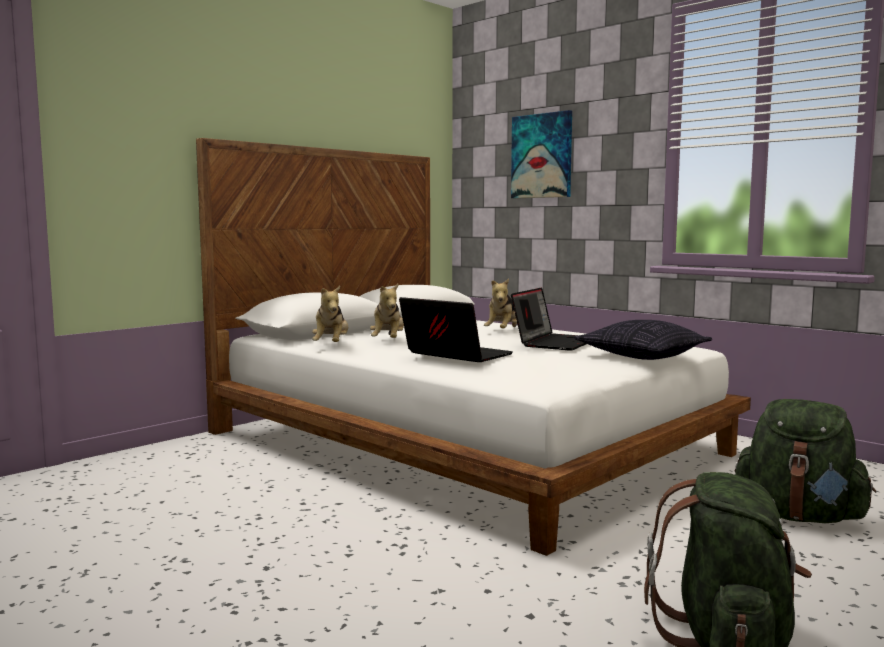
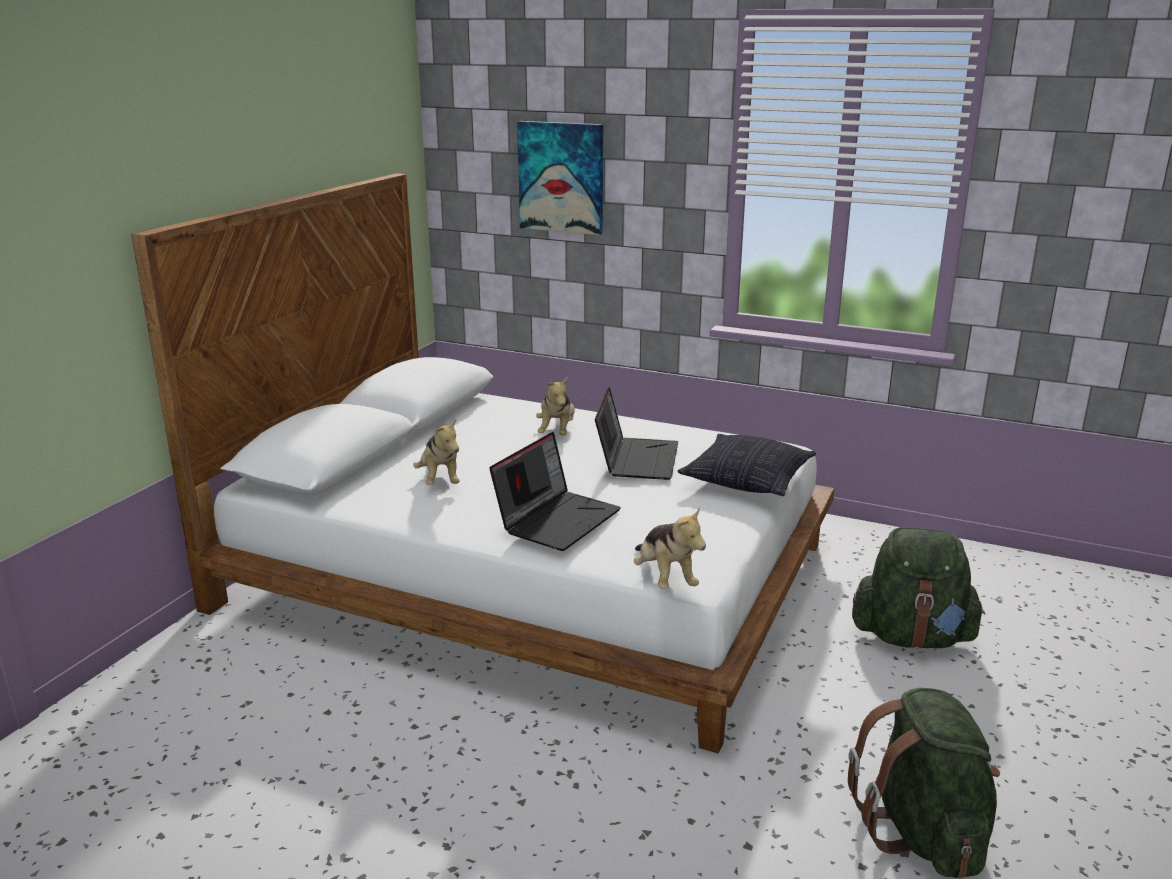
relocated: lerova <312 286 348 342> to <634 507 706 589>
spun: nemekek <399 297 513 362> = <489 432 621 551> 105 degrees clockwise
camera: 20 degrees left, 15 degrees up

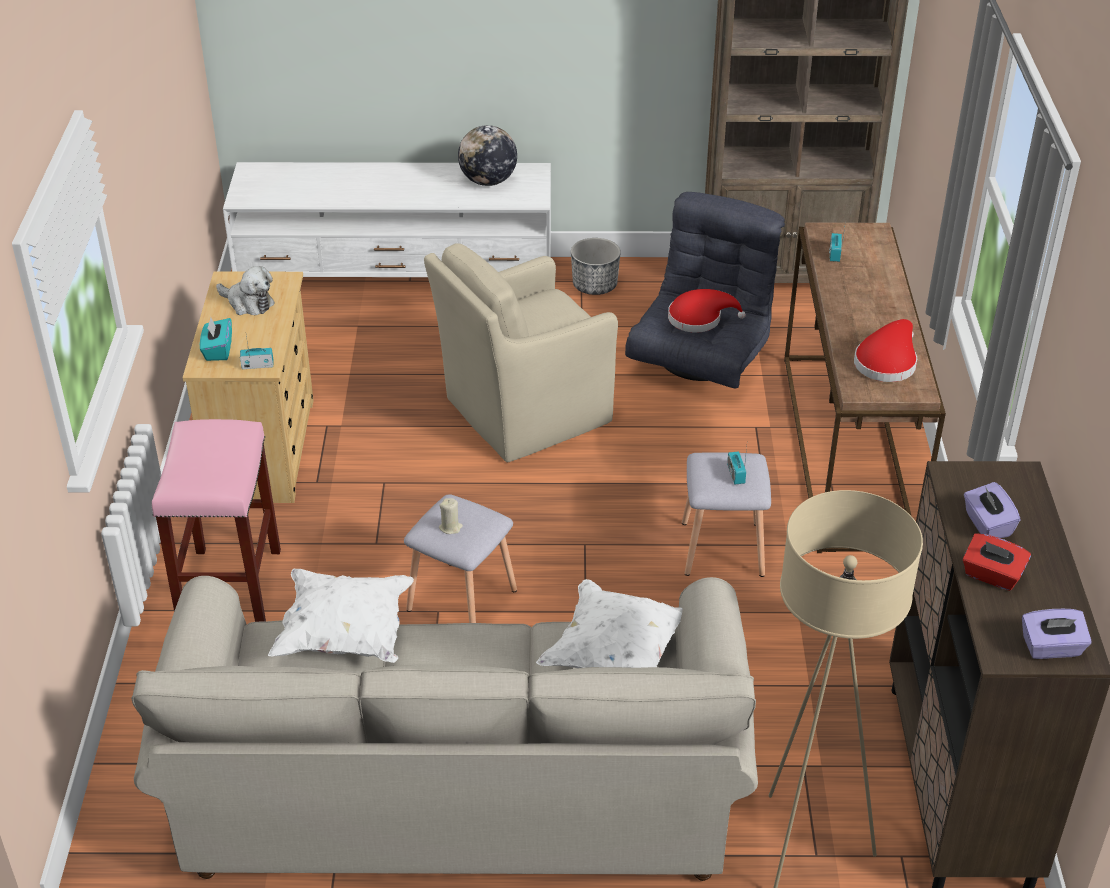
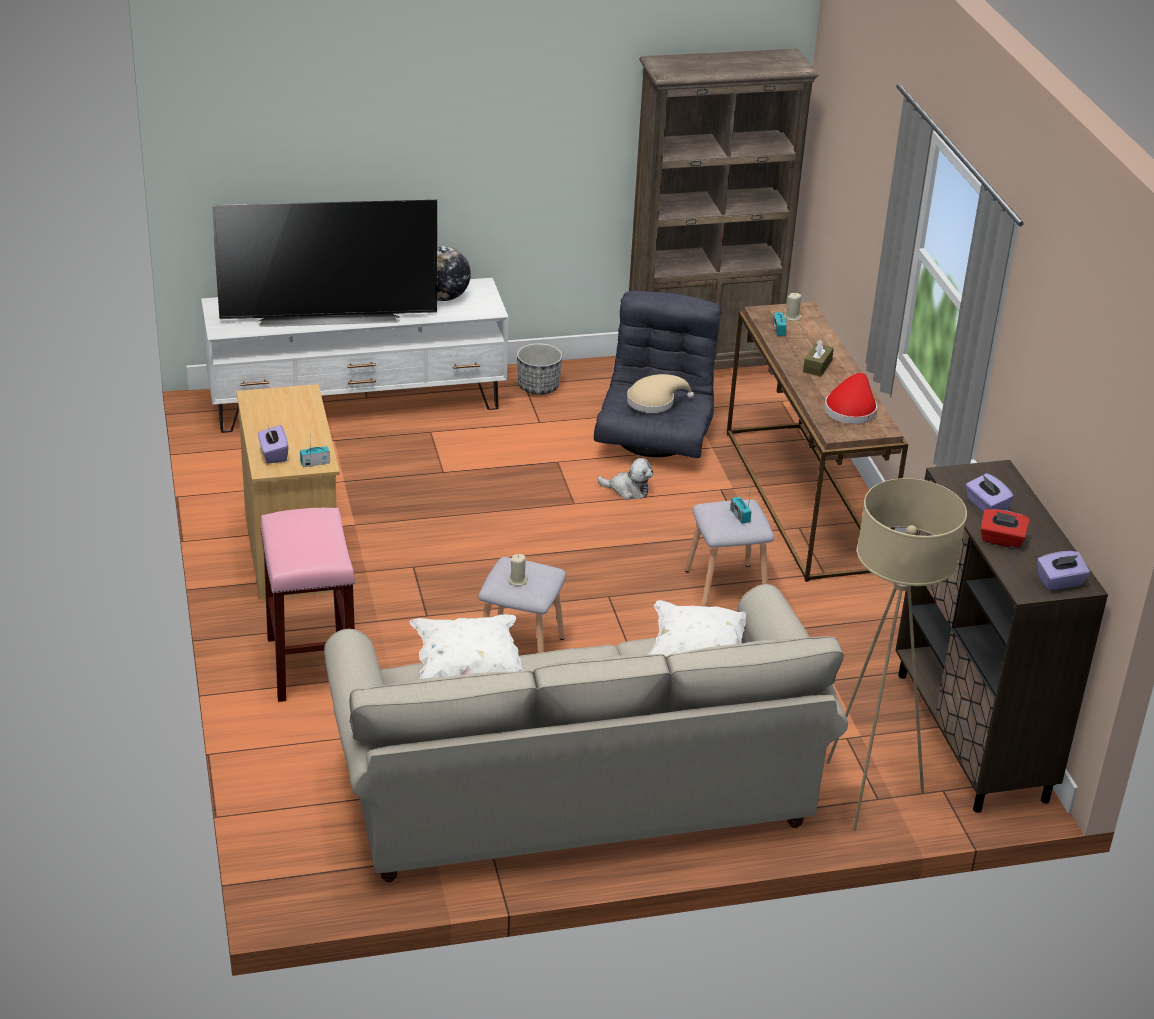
missing: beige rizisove <424 243 618 462>
appeared: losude <212 200 437 327>; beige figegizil <784 293 802 321>; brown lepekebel <803 339 834 377>
relocated: lerova <216 266 275 315> to <597 458 653 500>
colour: turquoise lepekebel <200 317 232 361> to purple lepekebel <258 424 288 464>; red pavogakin <668 289 746 333> to beige pavogakin <627 374 694 413>
camera: 15 degrees left, 5 degrees down

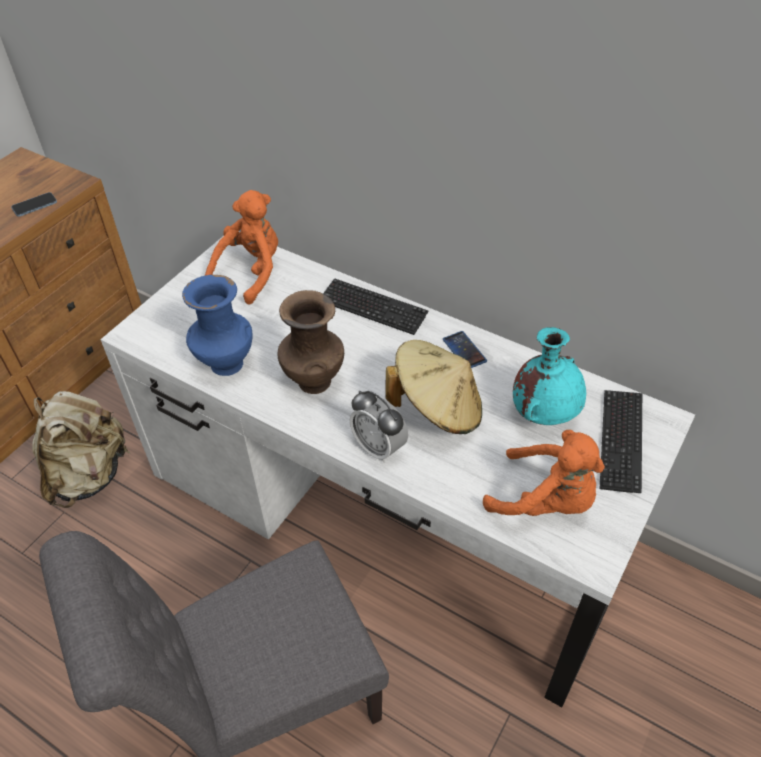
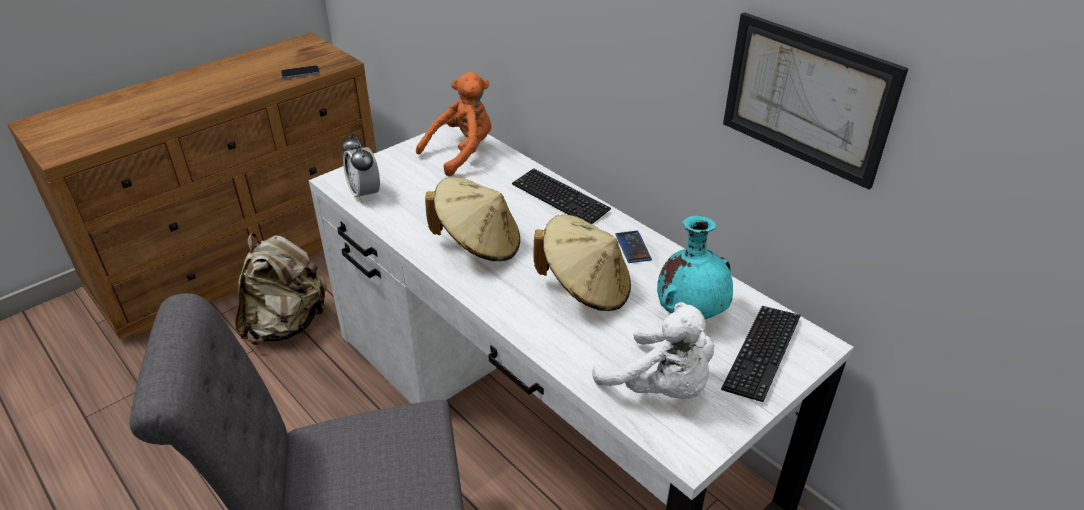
missing: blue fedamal <182 275 252 376>
appeared: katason <723 12 909 190>
relocated: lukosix <350 391 408 463> to <342 134 380 203>
exchanged: brown fedamal <277 290 344 394> to beige pavogakin <425 177 520 261>
colour: orange lerova <483 430 605 516> to white lerova <592 302 714 399>
camera: 15 degrees right, 10 degrees down

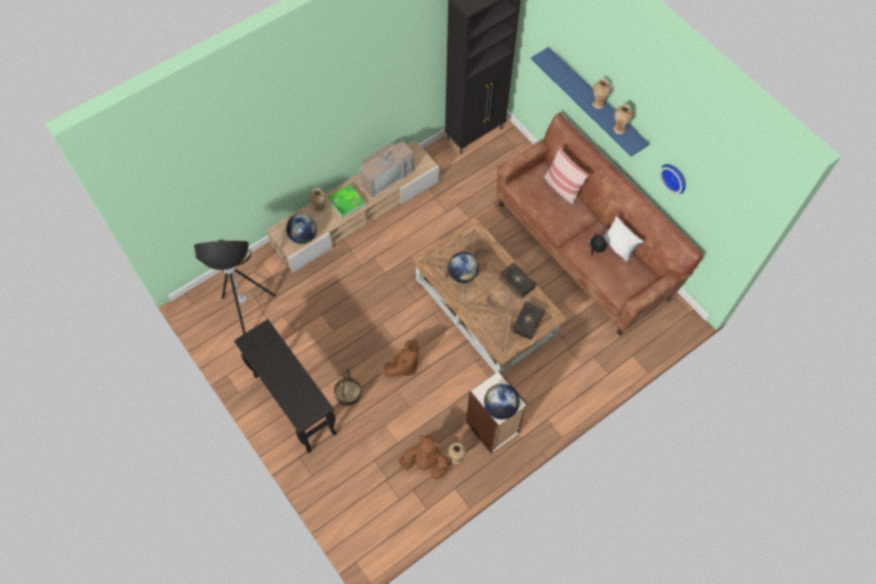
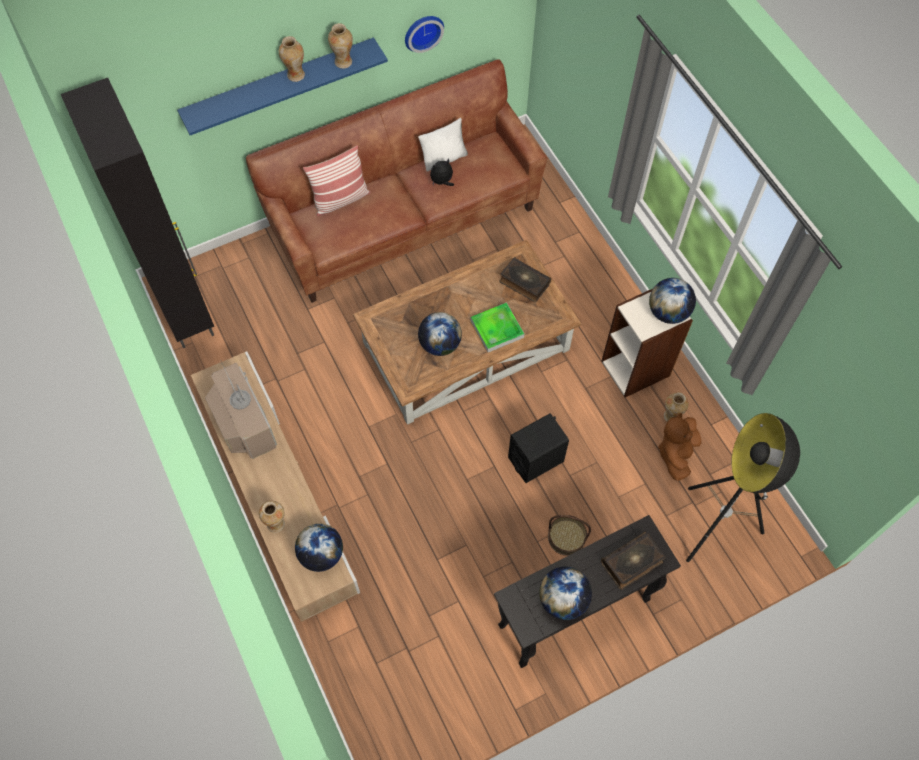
appeared: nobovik <539 567 592 620>
relocated: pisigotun <194 240 276 334> to <686 413 800 562>; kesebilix <327 184 366 219> to <471 302 524 352>; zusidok <499 263 537 299> to <601 532 666 590>
exchanged: brown lerova <384 339 419 377> to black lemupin <508 413 569 483>
camera: 80 degrees left, 0 degrees up

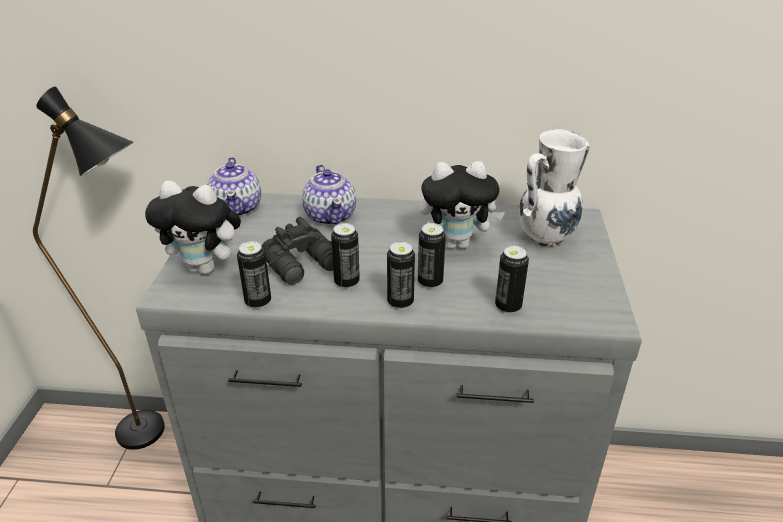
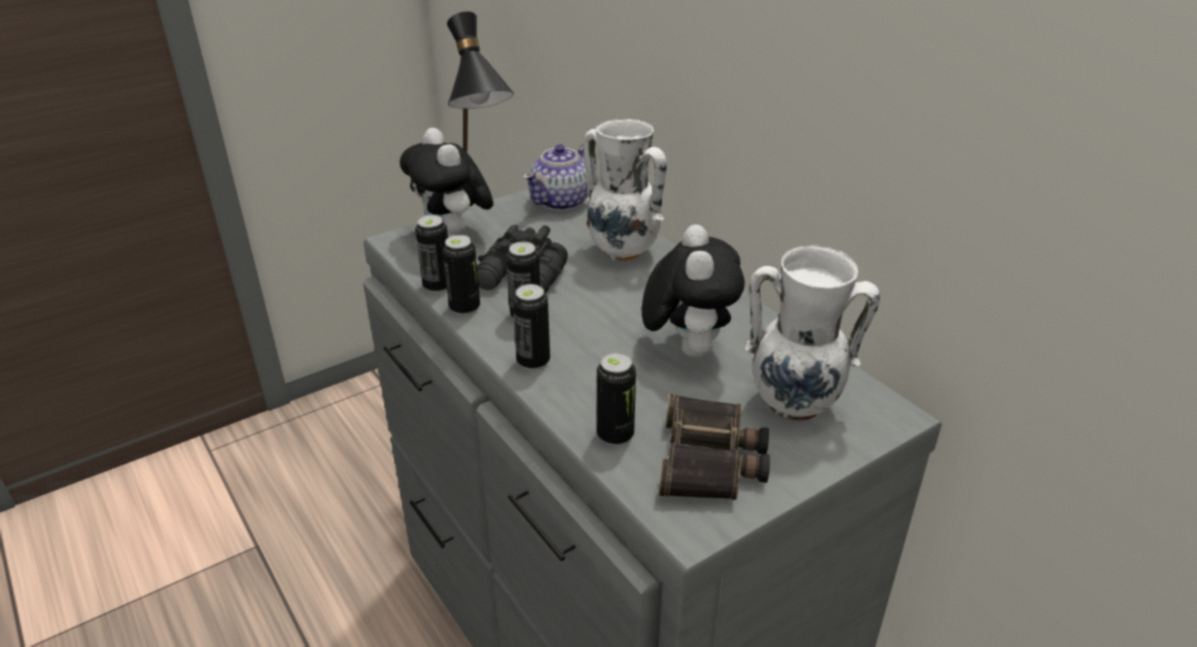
appeared: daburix <659 394 770 500>
relocated: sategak <418 223 446 289> to <443 235 480 315>
exchanged: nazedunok <302 165 356 225> to white fedamal <583 119 667 261>
spun: lerova <420 161 505 249> = <641 224 745 358> 135 degrees counterclockwise
camera: 50 degrees right, 0 degrees up

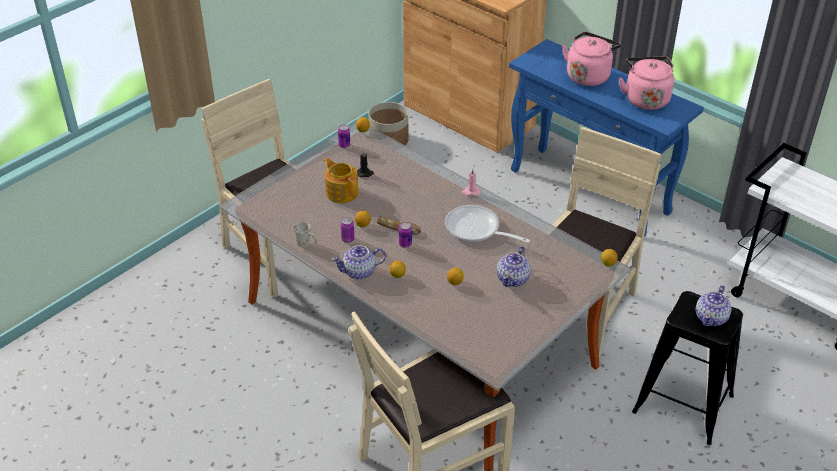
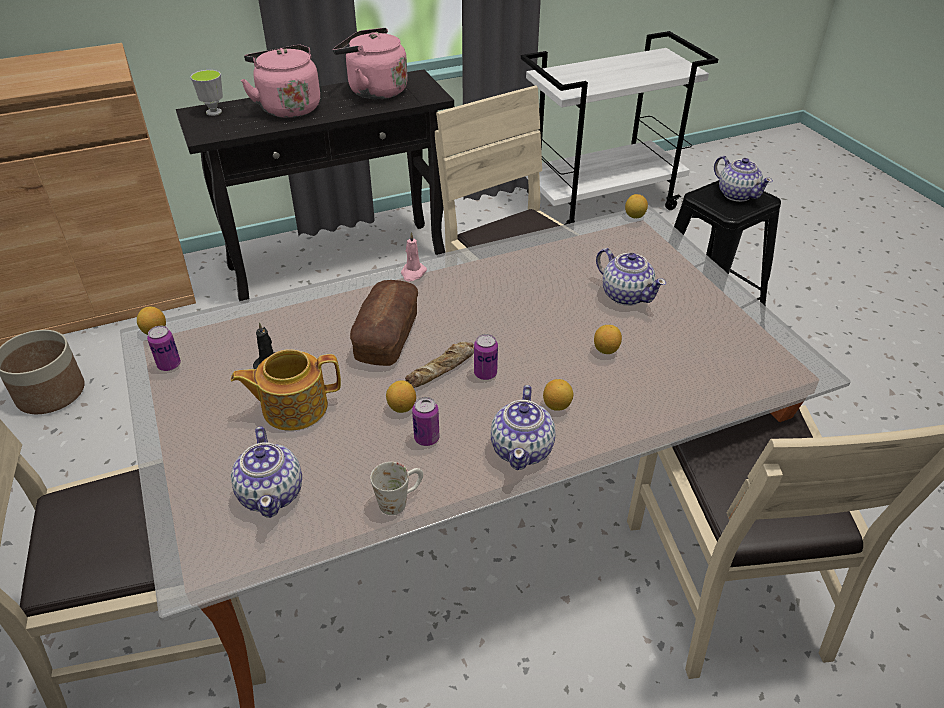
missing: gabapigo <445 205 530 243>
appeared: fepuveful <191 70 223 116>; nazedunok <231 426 302 518>; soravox <350 280 418 366>
colour: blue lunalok <509 39 704 237> to black lunalok <176 69 454 301>
camera: 65 degrees left, 0 degrees up

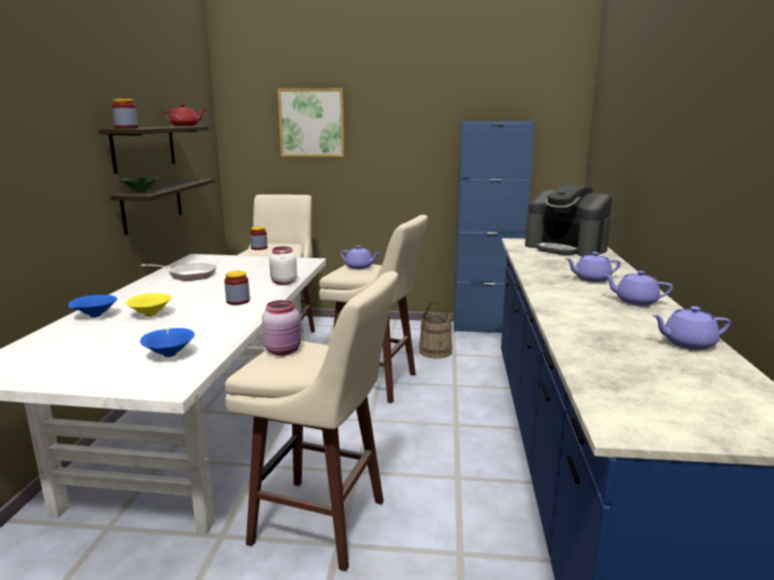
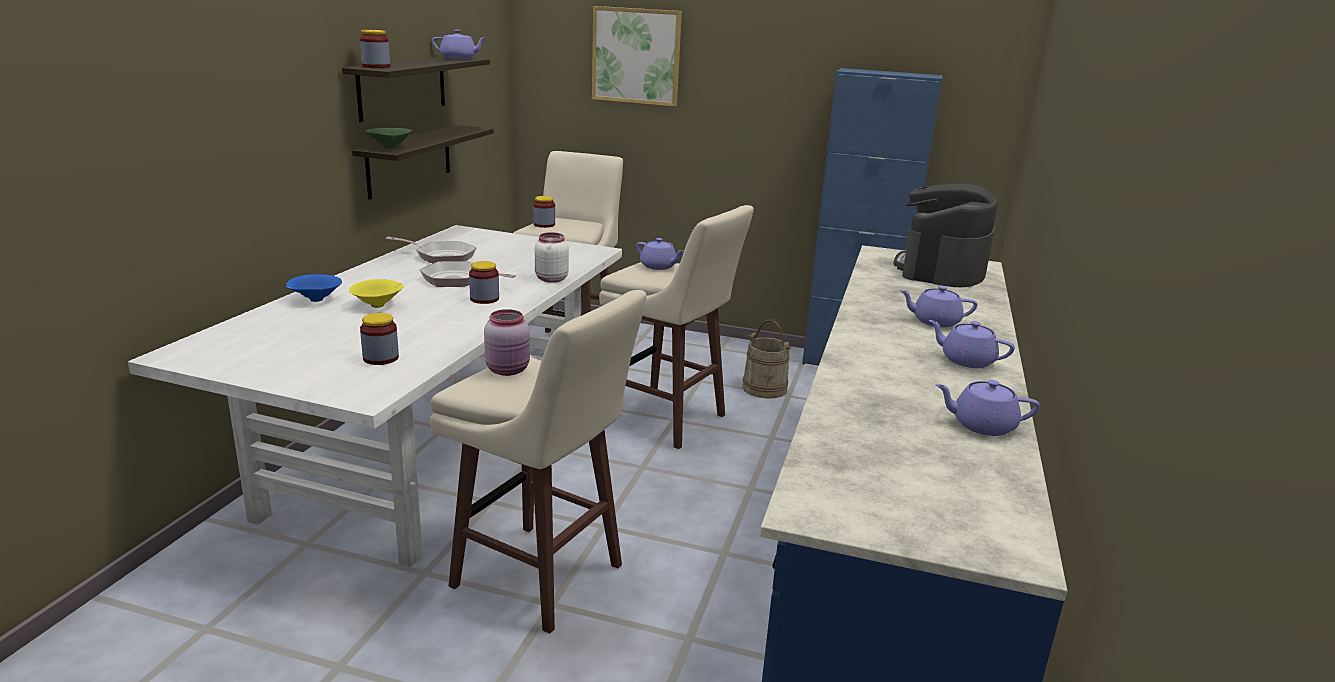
appeared: gabapigo <420 261 516 287>
exchanged: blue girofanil <140 328 195 357> to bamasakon <360 313 399 365>
colour: red nazedunok <163 104 206 126> to purple nazedunok <432 30 487 59>
spun: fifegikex <525 185 612 256> = <894 184 998 287> 60 degrees clockwise
camera: 10 degrees right, 5 degrees up

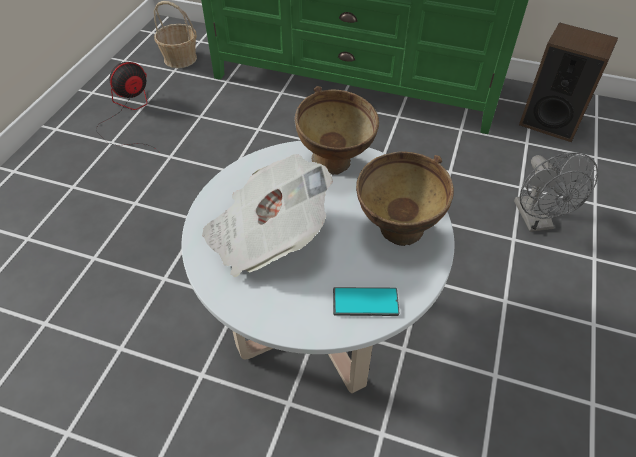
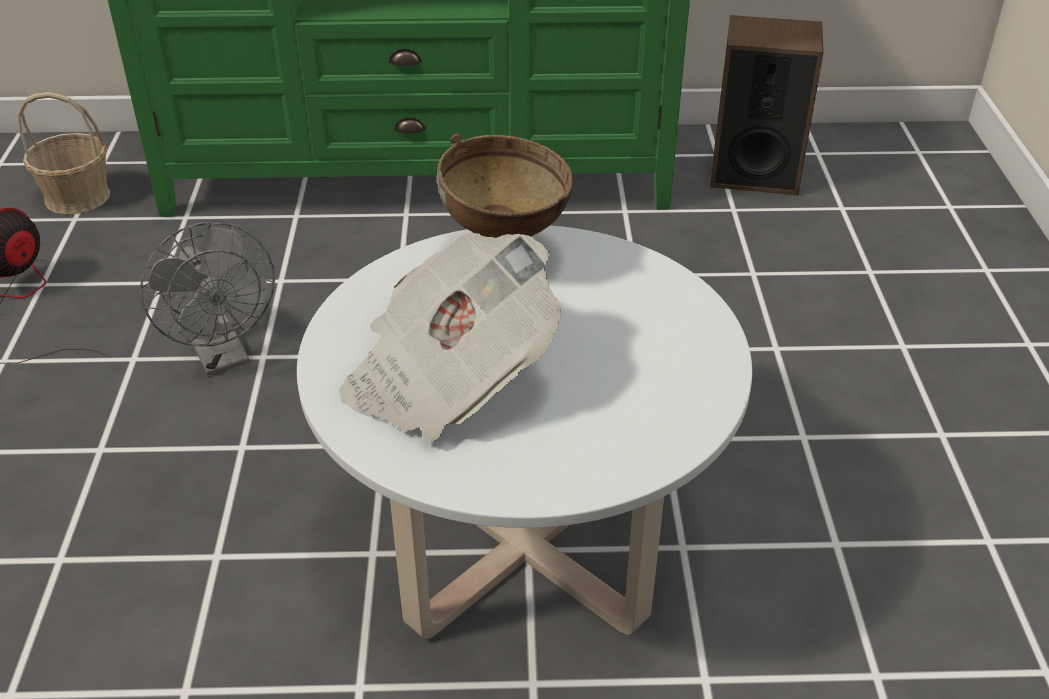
missing: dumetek <333 287 399 316>; brown girofanil <356 152 454 246>
relocated: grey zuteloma <514 152 598 232> to <140 222 275 375>
camera: 20 degrees left, 10 degrees down

